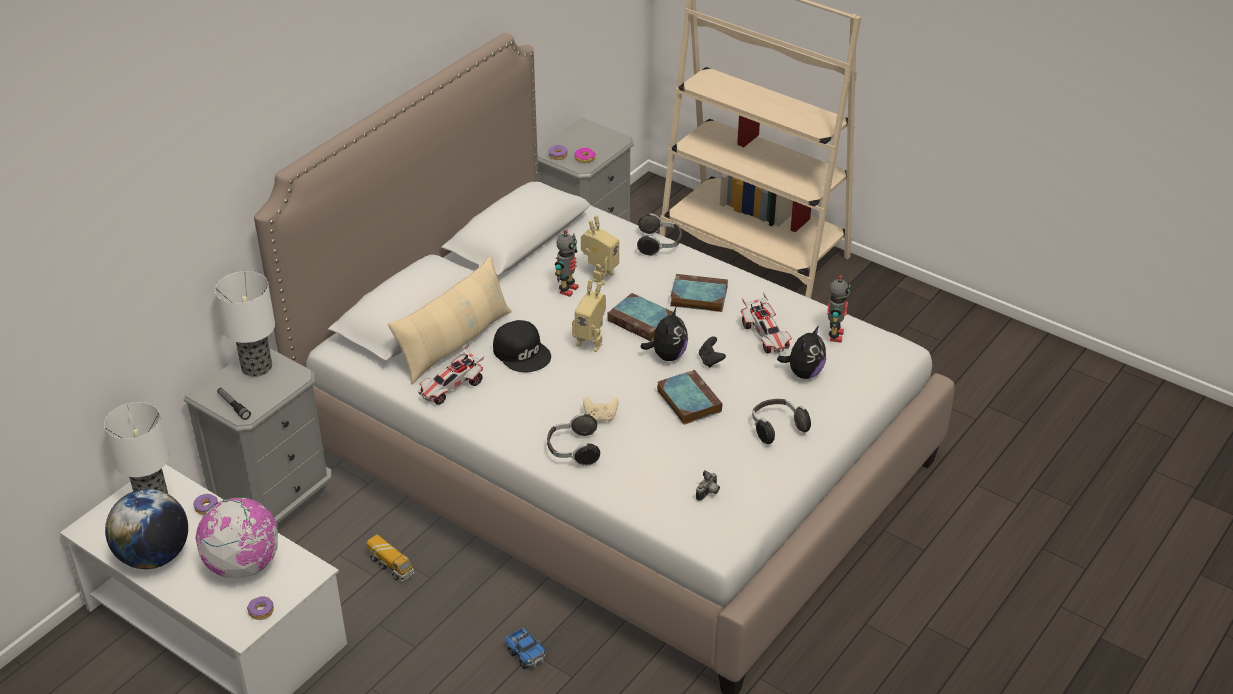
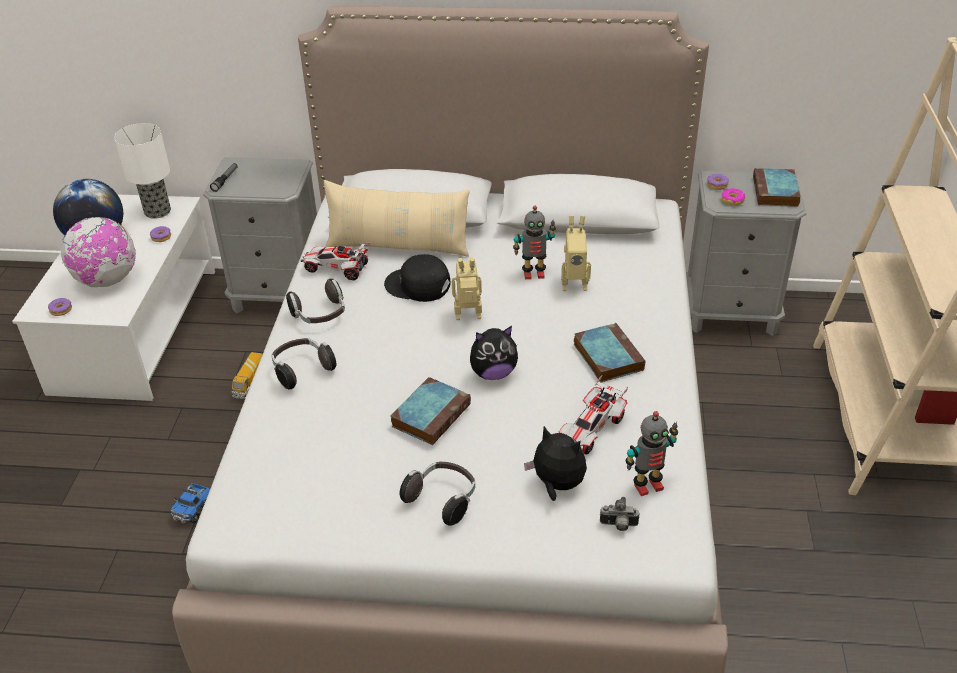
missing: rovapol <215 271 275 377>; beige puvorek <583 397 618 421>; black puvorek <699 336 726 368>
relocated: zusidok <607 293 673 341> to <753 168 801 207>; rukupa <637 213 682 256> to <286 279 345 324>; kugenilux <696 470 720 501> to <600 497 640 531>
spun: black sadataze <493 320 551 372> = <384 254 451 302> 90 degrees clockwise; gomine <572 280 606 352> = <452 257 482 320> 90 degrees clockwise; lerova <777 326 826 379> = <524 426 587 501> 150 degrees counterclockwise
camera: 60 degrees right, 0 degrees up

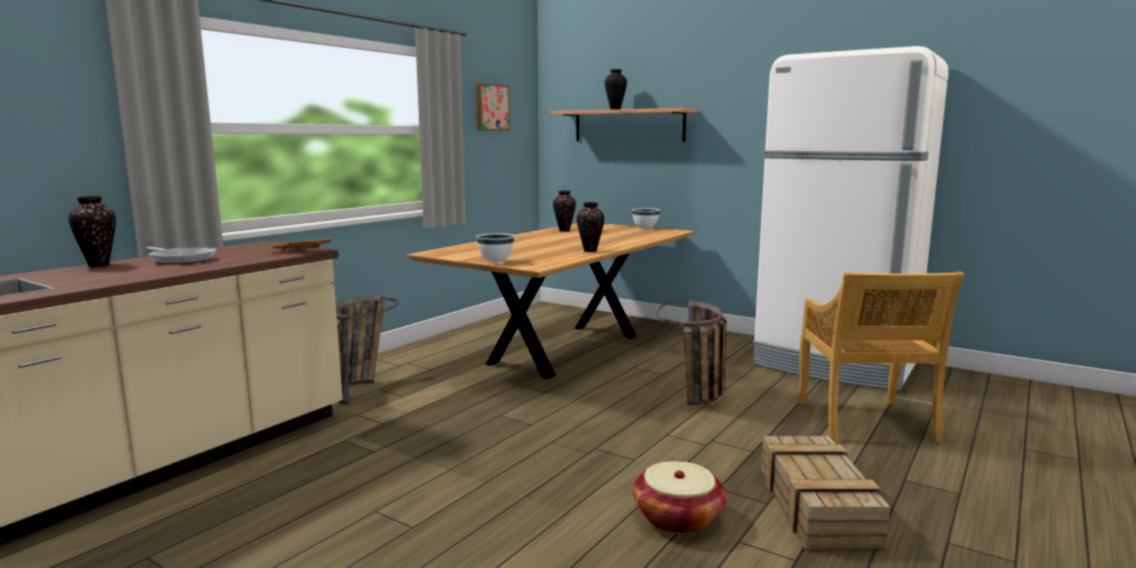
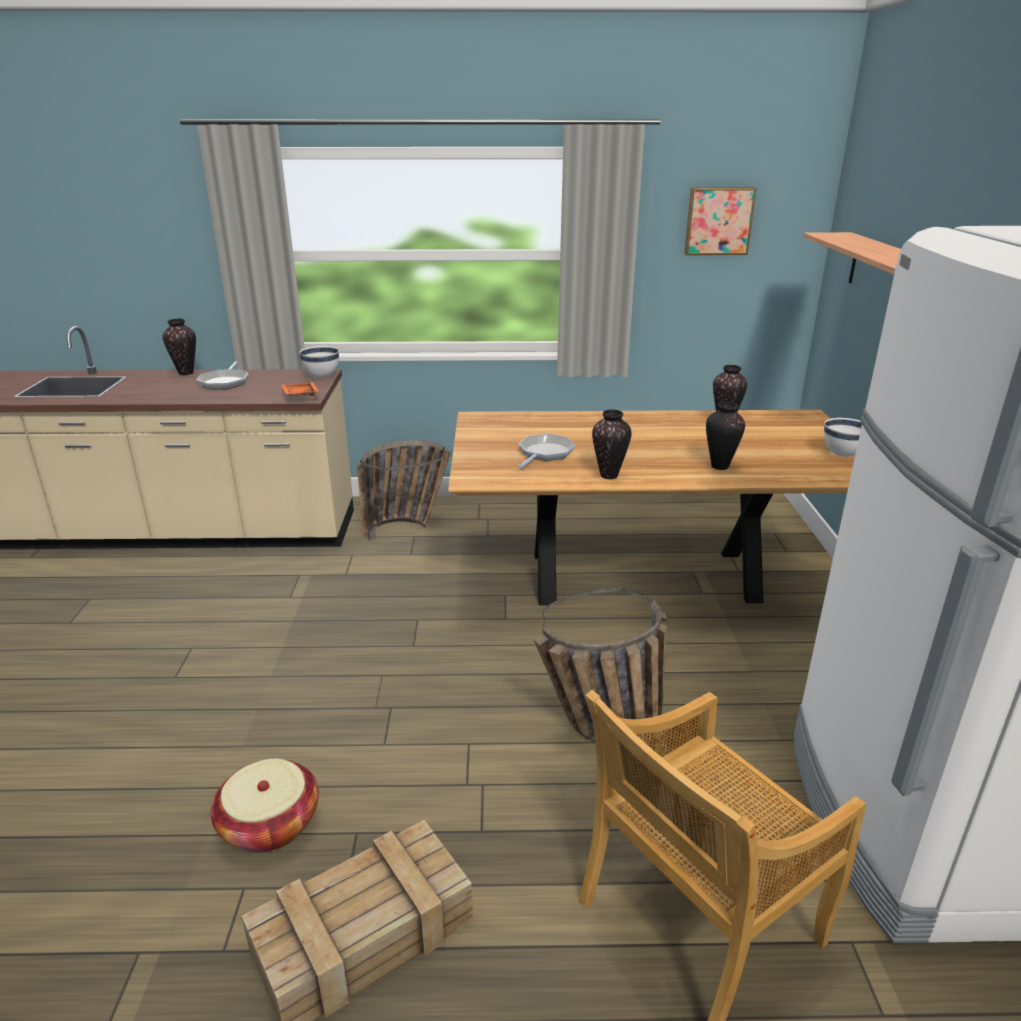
appeared: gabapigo <518 434 575 469>
relocated: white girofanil <476 233 514 262> to <299 346 339 378>; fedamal <605 69 627 110> to <706 402 745 470>
camera: 55 degrees right, 15 degrees up

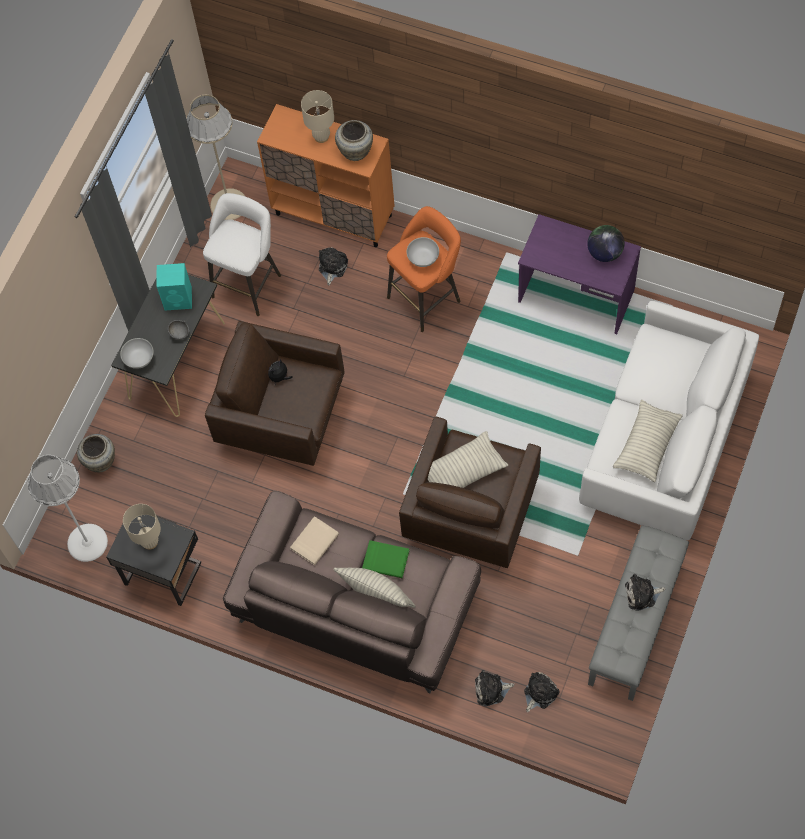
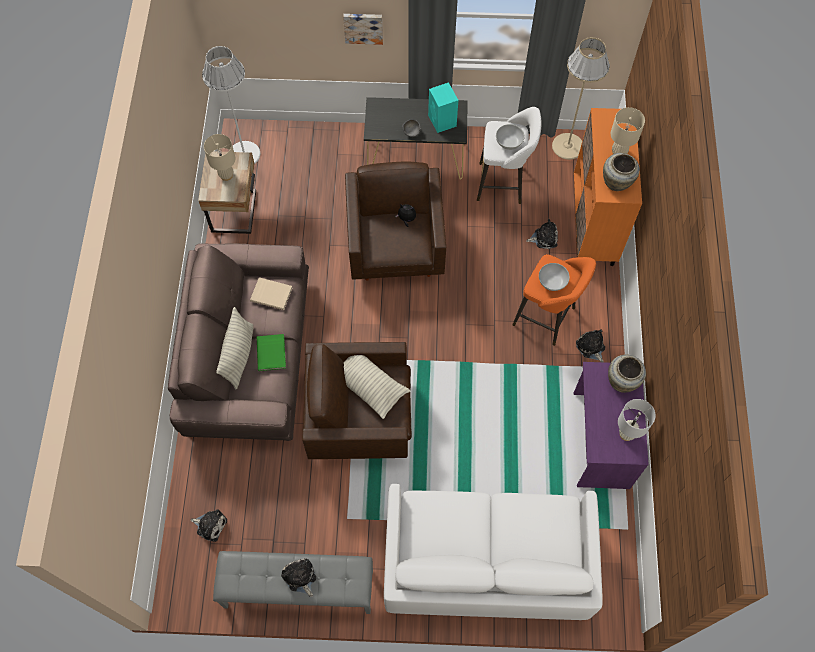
missing: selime <613 400 683 482>
appeared: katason <343 14 383 45>
relocated: beige fedamal <77 434 115 472> to <608 354 646 393>; white girofanil <120 338 154 369> to <496 124 525 150>; lerova <475 670 514 706> to <576 329 605 362>
exchanged: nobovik <587 225 625 262> to white rovapol <618 399 656 441>
colour: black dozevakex <106 515 201 606> to beige dozevakex <198 151 256 234>
camera: 65 degrees right, 0 degrees up

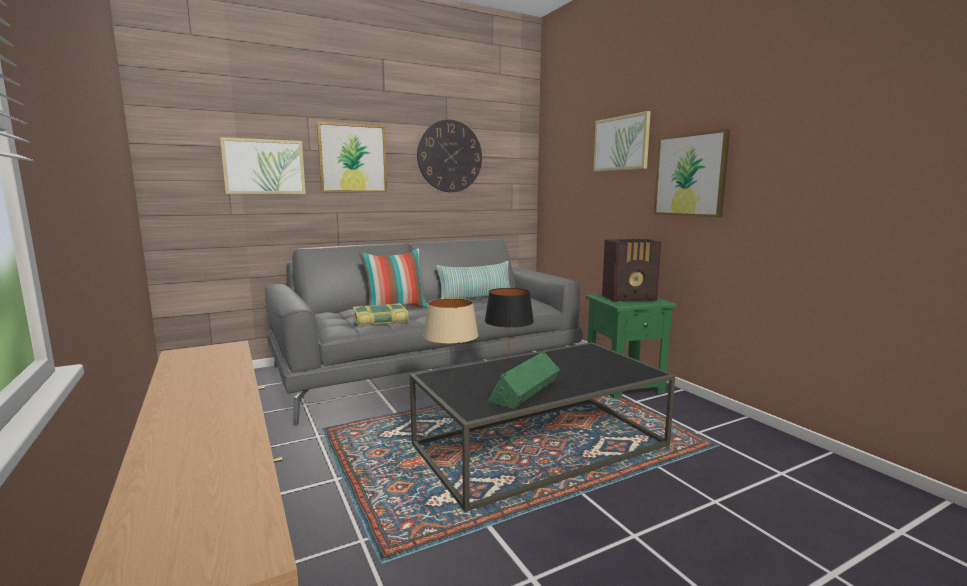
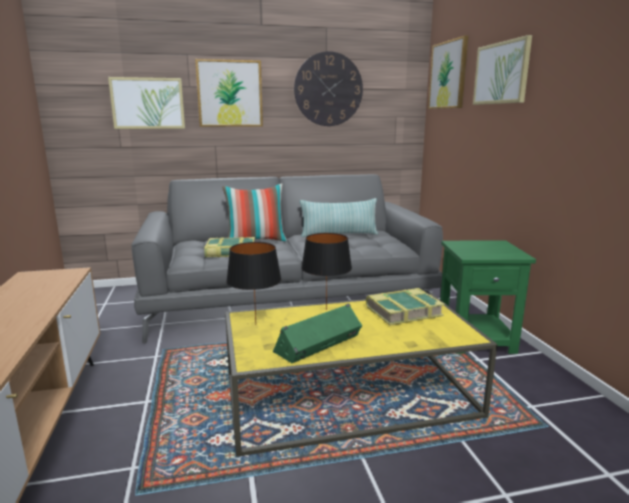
missing: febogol <602 239 661 302>
appeared: zusidok <366 288 445 325>
relocated: katason <654 129 730 217> to <428 35 468 109>
colour: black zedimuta <410 342 675 512> to yellow zedimuta <225 293 497 457>; beige rovapol <423 298 478 383> to black rovapol <226 242 281 325>
camera: 15 degrees right, 5 degrees up

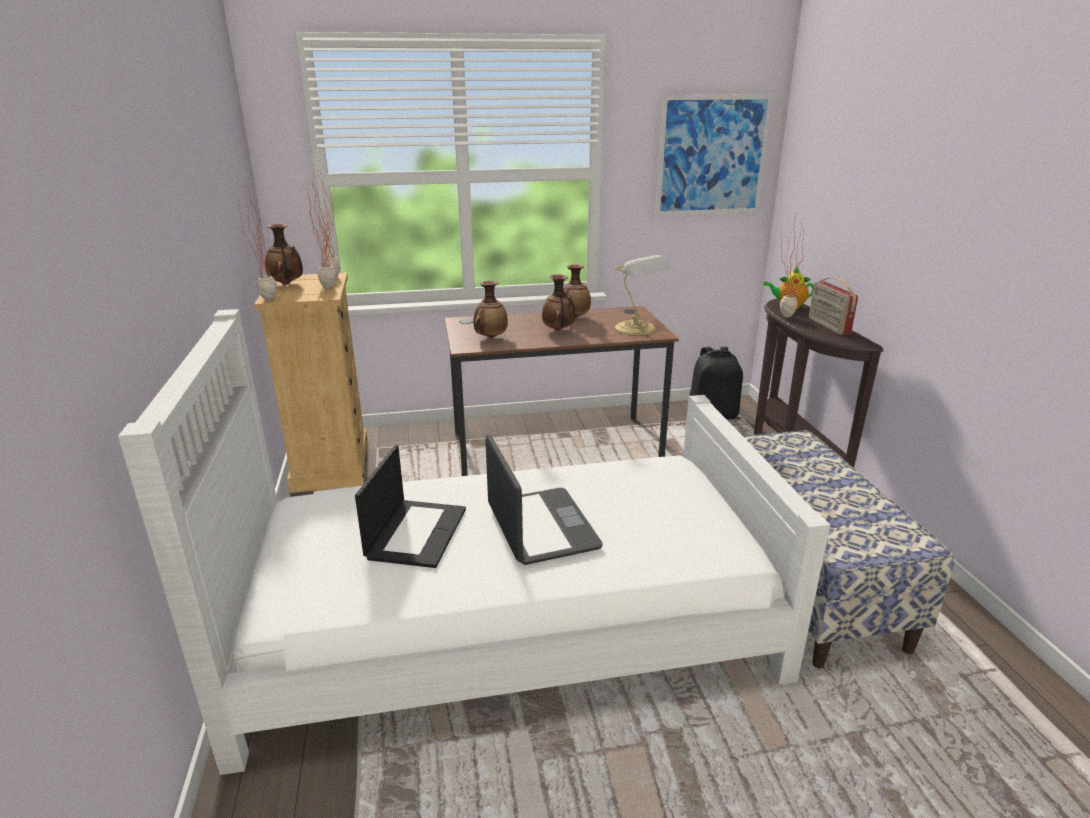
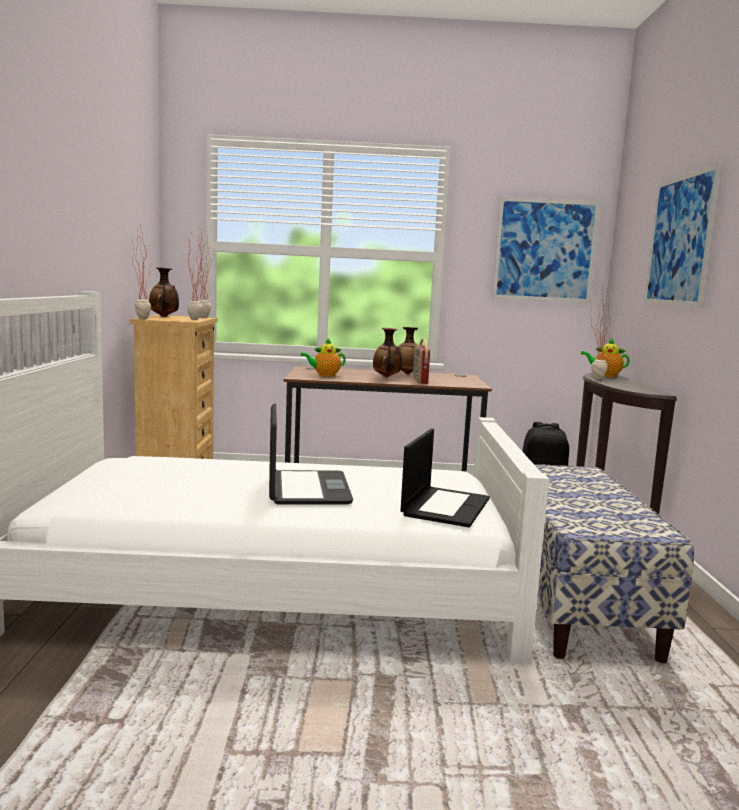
missing: rovapol <615 255 671 335>
appeared: katason <644 163 722 307>
relocated: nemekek <355 445 466 568> to <401 429 490 527>; febogol <809 278 858 335> to <413 339 430 384>
exchanged: fedamal <473 281 508 338> to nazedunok <300 339 346 377>
camera: 10 degrees right, 15 degrees down

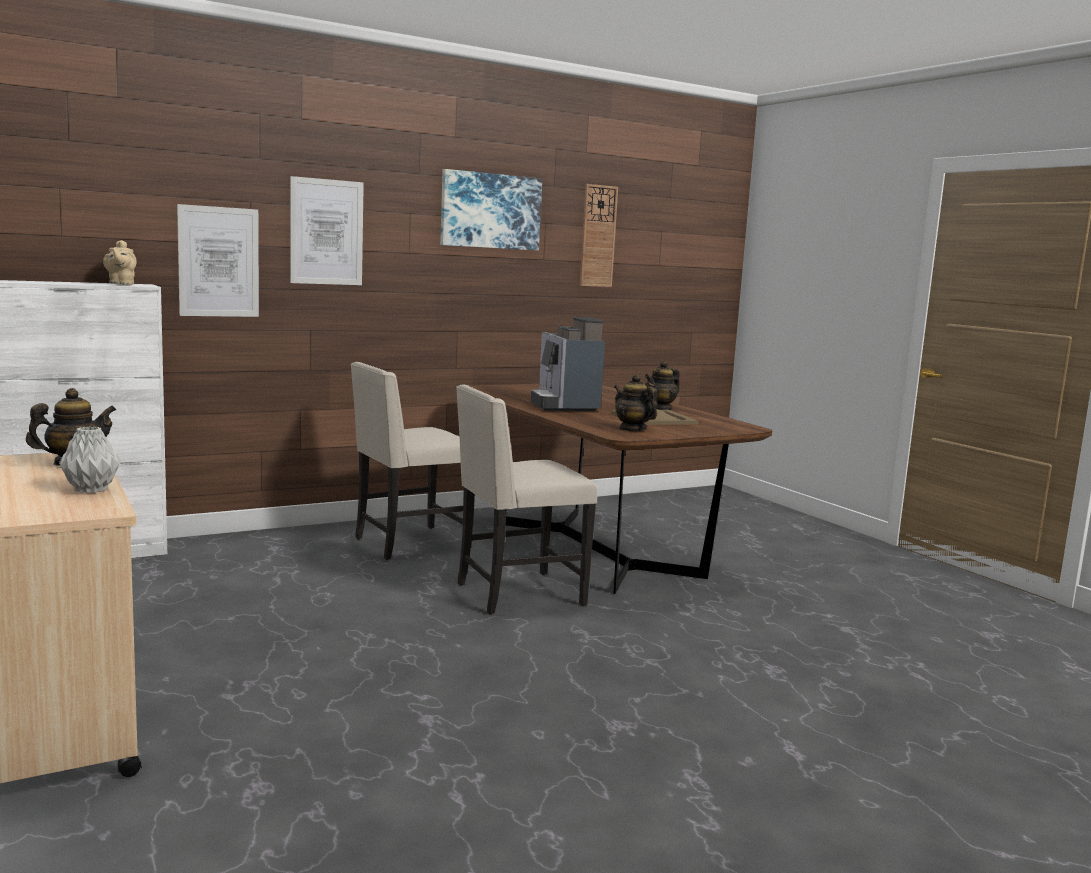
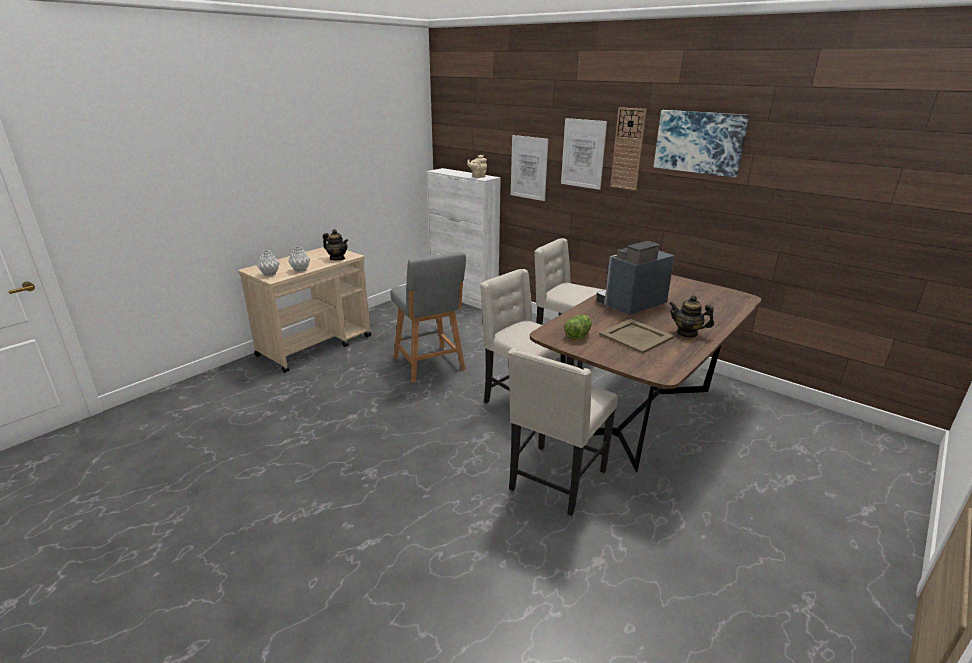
appeared: grey fedamal <257 250 280 276>; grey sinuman <391 251 466 383>; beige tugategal <508 348 618 516>
relocated: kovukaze <580 184 618 287> to <610 107 647 190>
exchanged: nazedunok <614 374 658 431> to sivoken <564 315 592 340>
camera: 70 degrees right, 15 degrees up

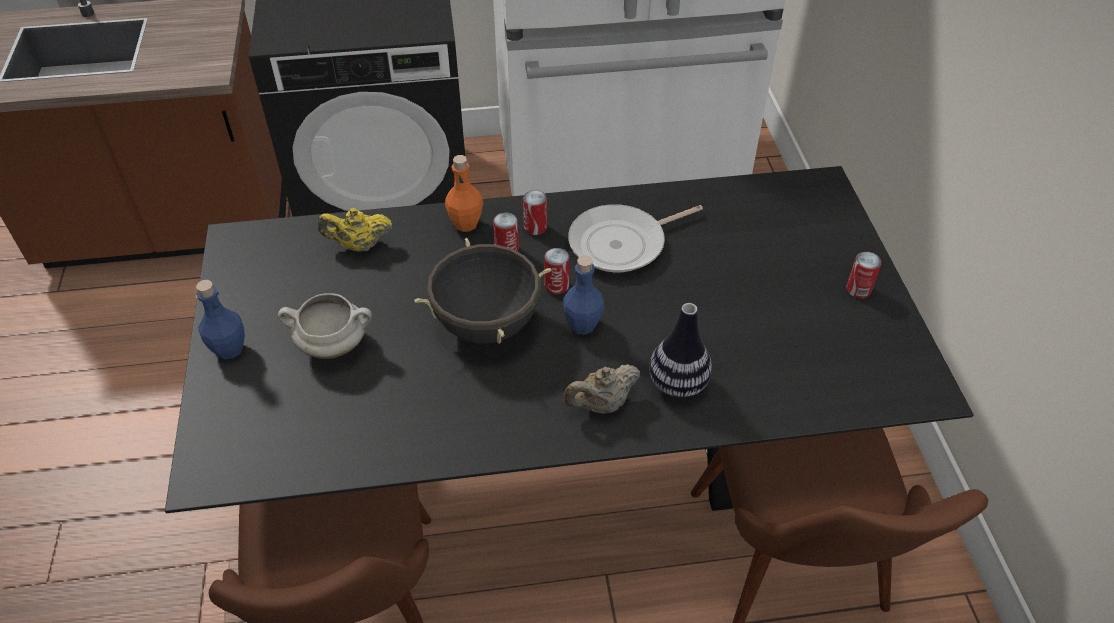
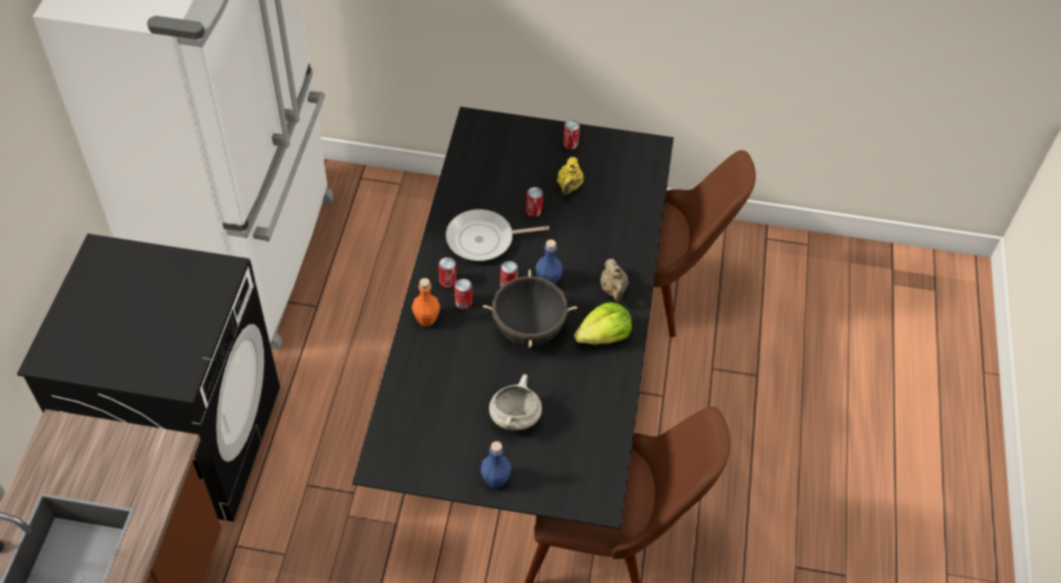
missing: fedamal <649 303 712 398>
appeared: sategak <526 187 543 217>; sivoken <574 302 632 345>
relocated: yellow nazedunok <318 208 392 252> to <557 157 584 195>
spun: gabapigo <568 204 703 272> = <446 209 549 261> 90 degrees clockwise
camera: 75 degrees left, 5 degrees up

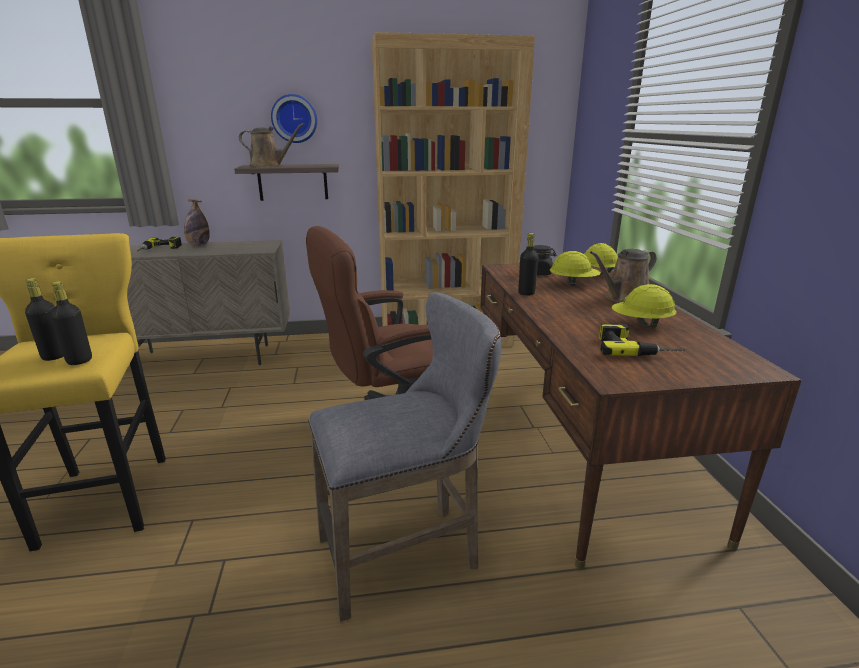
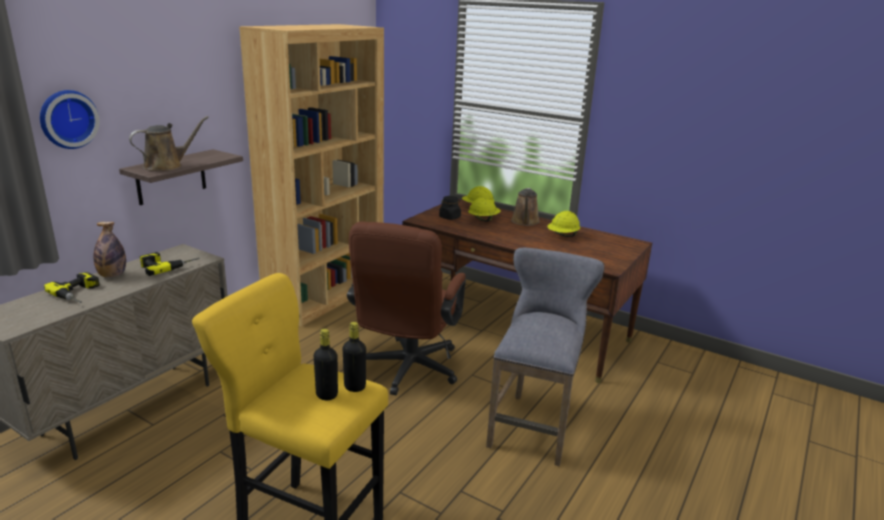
missing: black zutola <518 233 539 296>
relocated: kovukaze <271 94 317 143> to <40 90 99 149>; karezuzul <599 324 686 356> to <140 252 200 276>
camera: 50 degrees left, 0 degrees up

